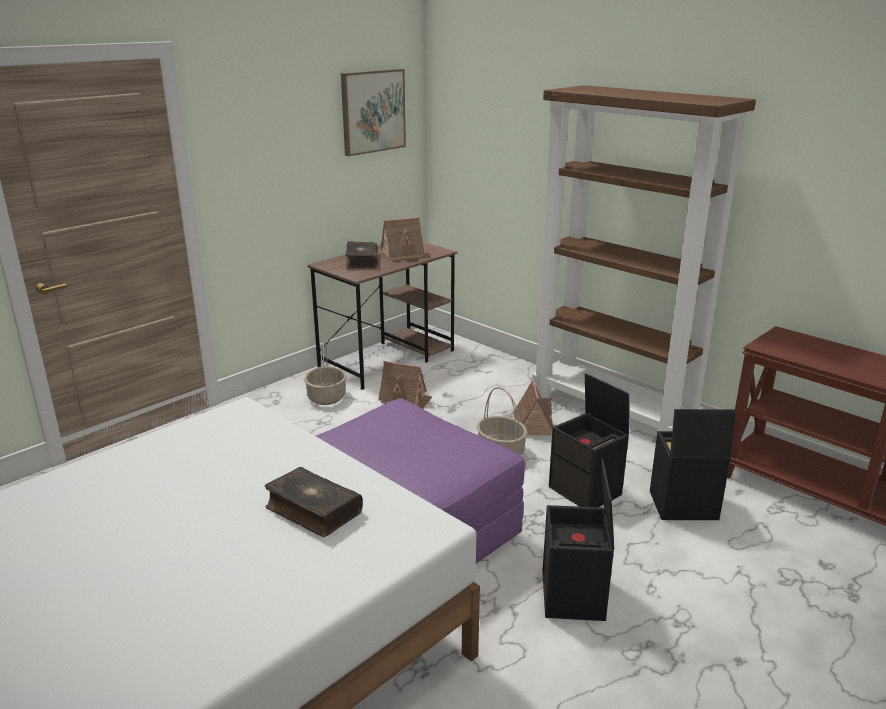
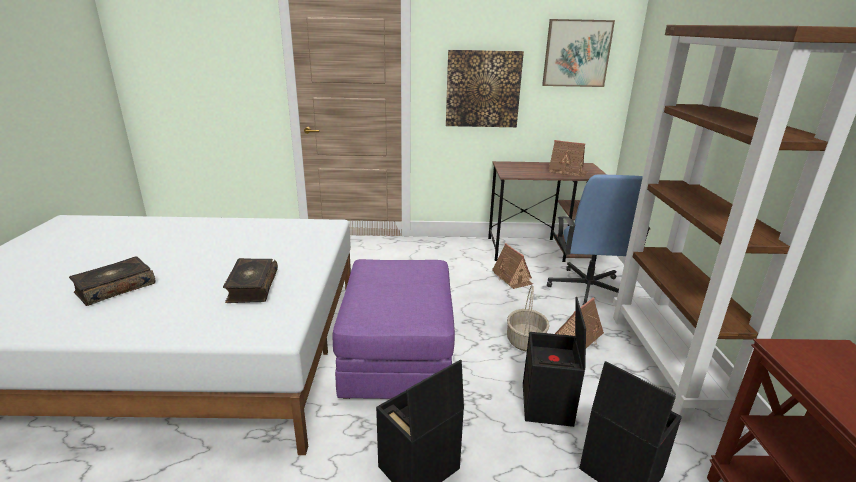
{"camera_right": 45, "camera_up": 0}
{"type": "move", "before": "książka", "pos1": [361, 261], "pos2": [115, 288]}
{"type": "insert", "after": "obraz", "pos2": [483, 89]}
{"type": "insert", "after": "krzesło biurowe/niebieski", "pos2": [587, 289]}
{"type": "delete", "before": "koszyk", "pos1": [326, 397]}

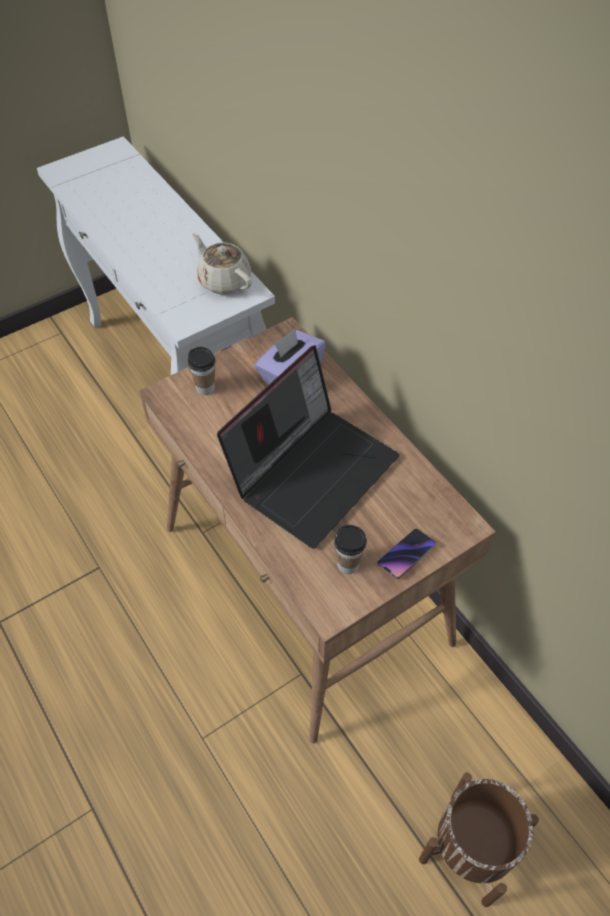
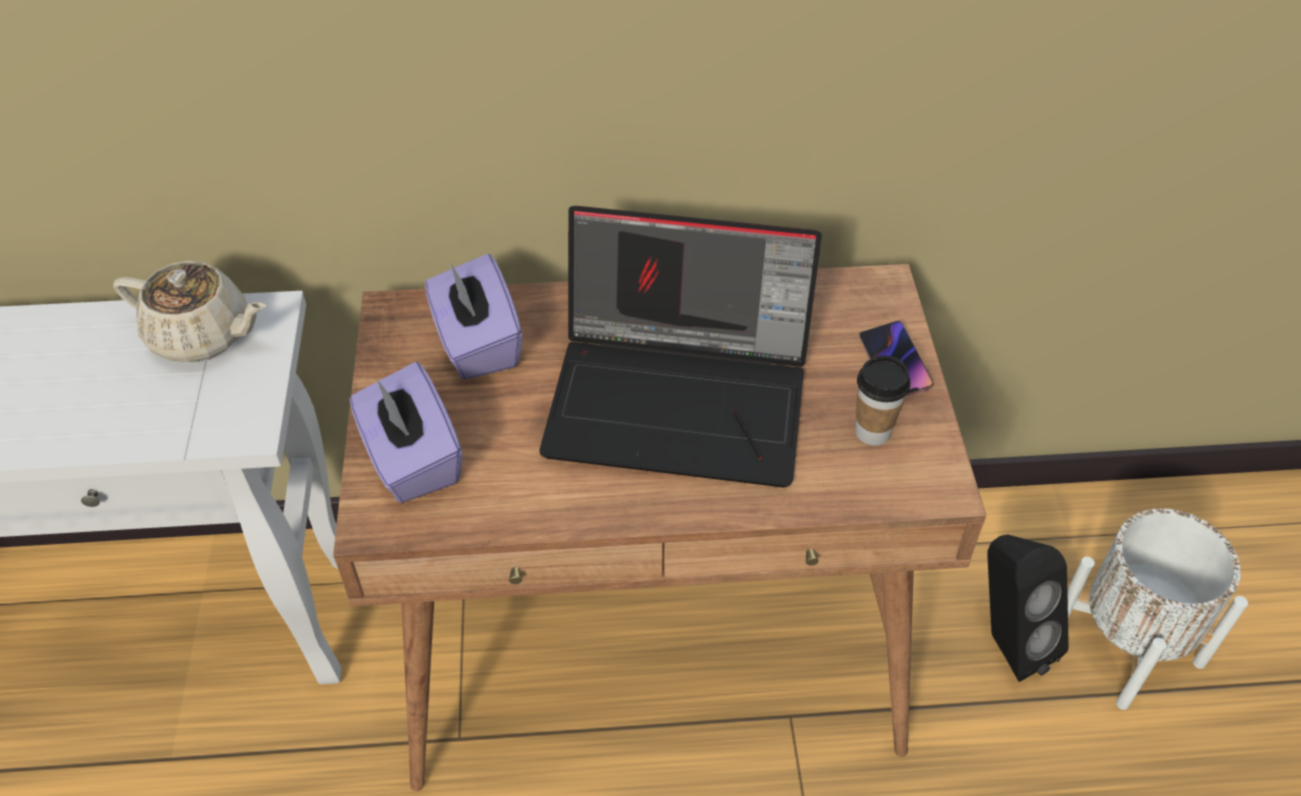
{"camera_right": -60, "camera_up": -5}
{"type": "rotate", "before": "imbryk/beżowy", "pos1": [224, 280], "pos2": [202, 335], "turn": -150}
{"type": "replace", "before": "filiżanka", "after": "pudełko chusteczek/fioletowy", "pos1": [205, 388], "pos2": [411, 459]}
{"type": "rotate", "before": "laptop", "pos1": [313, 470], "pos2": [682, 398], "turn": 120}
{"type": "insert", "after": "głośnik/czarny", "pos2": [1005, 641]}
{"type": "recolor", "before": "donica/brązowy", "after": "donica/biały", "pos1": [470, 848], "pos2": [1126, 643]}

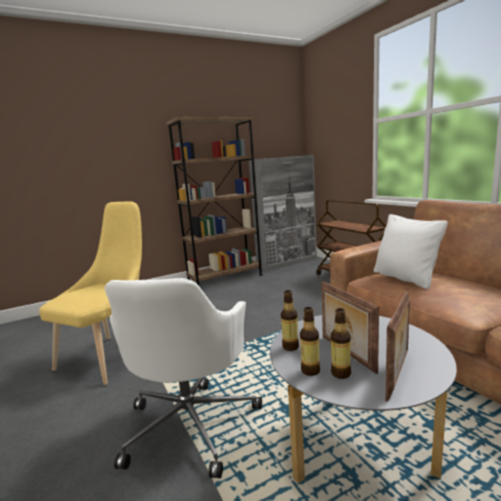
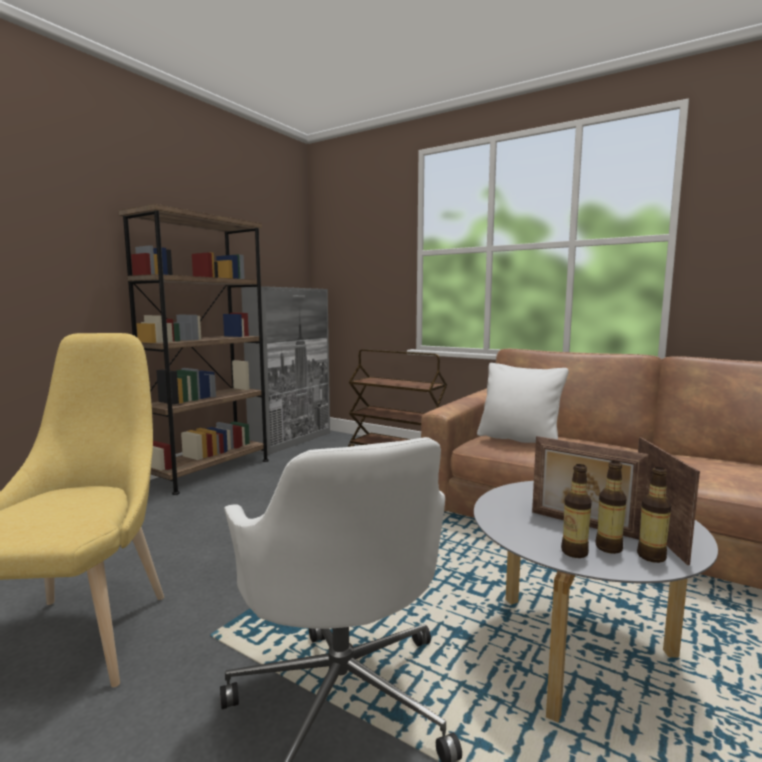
{"camera_right": -30, "camera_up": -5}
{"type": "move", "before": "butelka", "pos1": [290, 347], "pos2": [651, 556]}

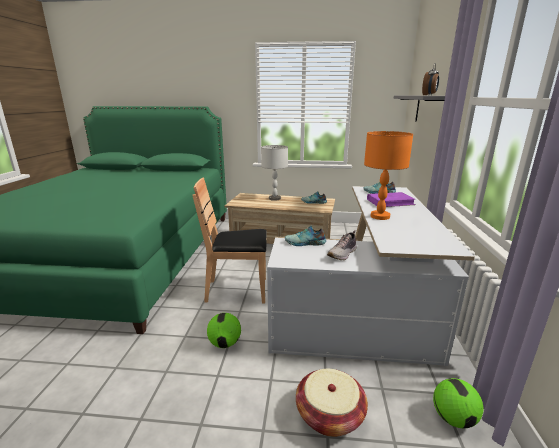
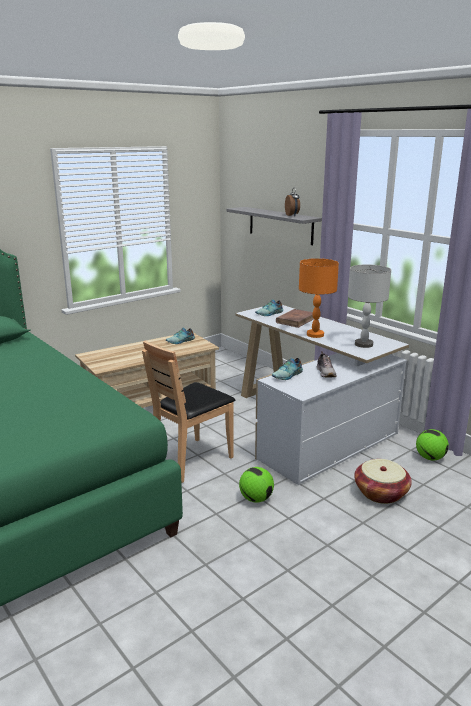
{"camera_right": -45, "camera_up": 0}
{"type": "recolor", "before": "książka/fioletowy", "after": "książka/brązowy", "pos1": [390, 202], "pos2": [296, 320]}
{"type": "move", "before": "lampa stołowa/szary", "pos1": [274, 198], "pos2": [363, 344]}

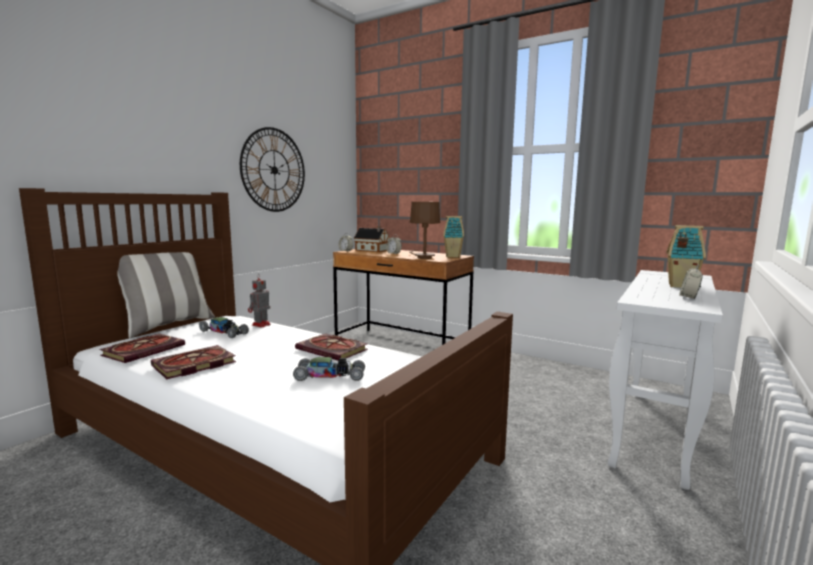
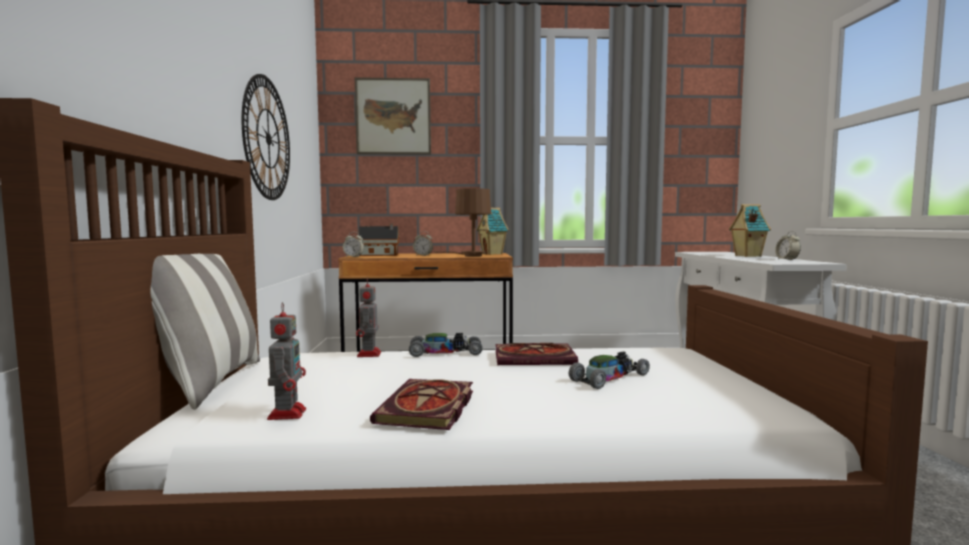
{"camera_right": -35, "camera_up": -5}
{"type": "replace", "before": "książka", "after": "robot zabawkowy", "pos1": [145, 350], "pos2": [287, 413]}
{"type": "insert", "after": "obraz", "pos2": [393, 116]}
{"type": "move", "before": "samochodzik", "pos1": [224, 332], "pos2": [445, 353]}

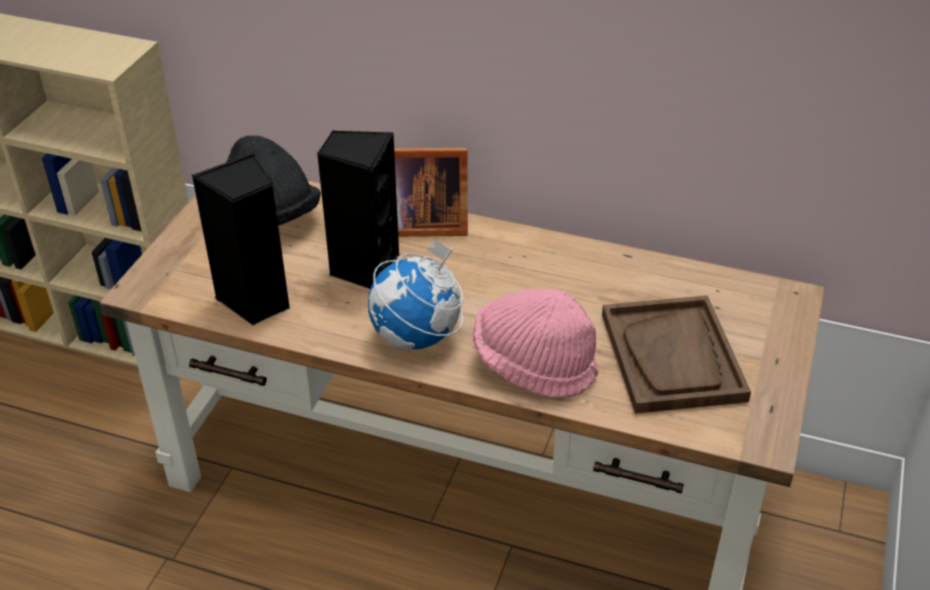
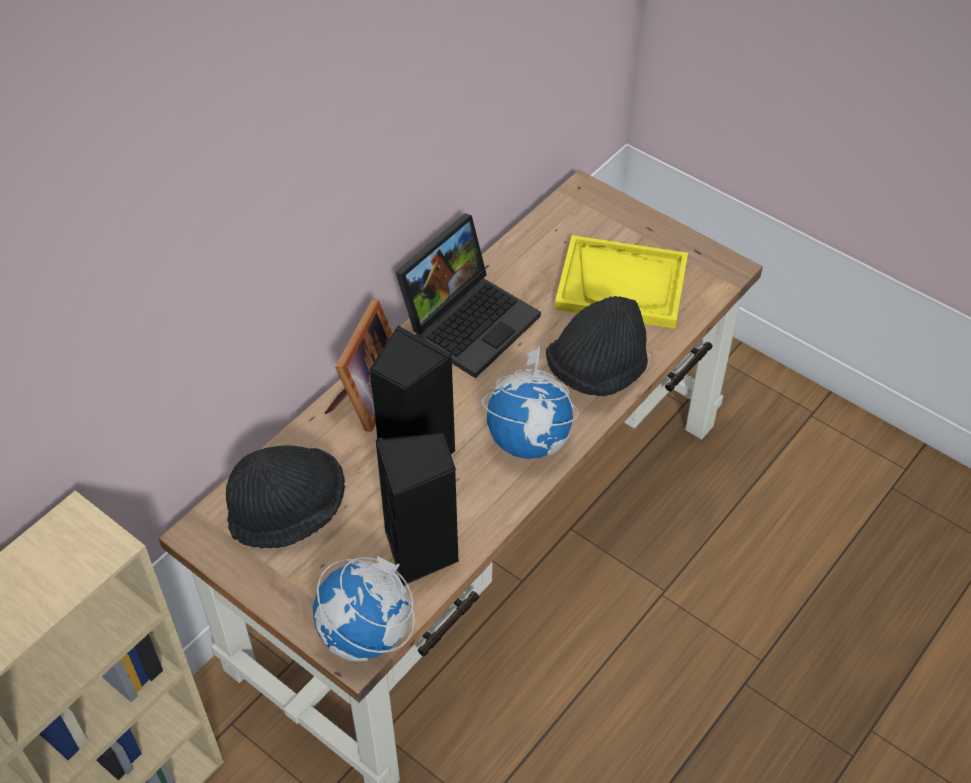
{"camera_right": -70, "camera_up": 10}
{"type": "insert", "after": "globus", "pos2": [367, 634]}
{"type": "insert", "after": "laptop", "pos2": [470, 320]}
{"type": "recolor", "before": "kapelusz/różowy", "after": "kapelusz/czarny", "pos1": [533, 365], "pos2": [596, 371]}
{"type": "recolor", "before": "taca/brązowy", "after": "taca/żółty", "pos1": [672, 357], "pos2": [622, 284]}

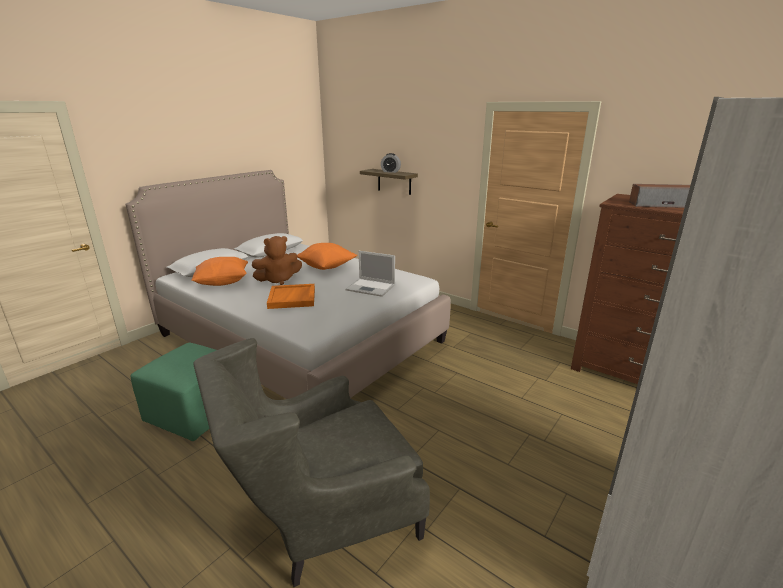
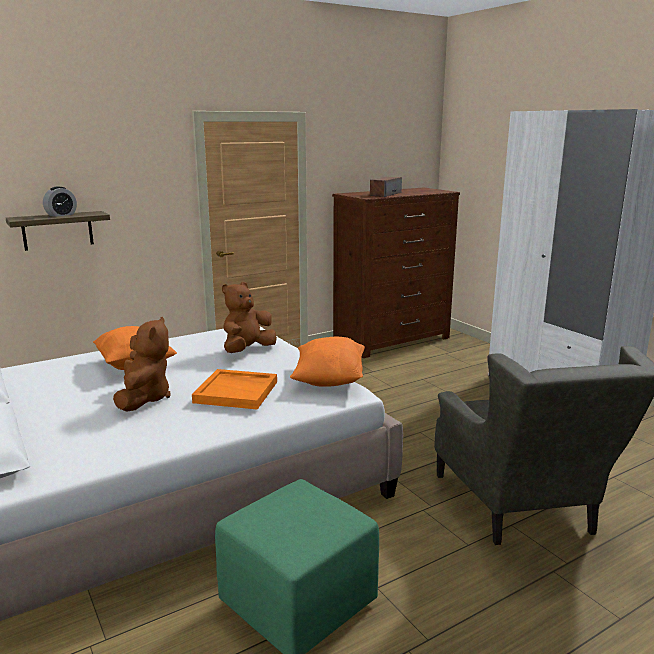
{"camera_right": -70, "camera_up": -5}
{"type": "replace", "before": "laptop", "after": "pluszak/brązowy", "pos1": [371, 288], "pos2": [247, 350]}
{"type": "move", "before": "poduszka/pomarańczowy", "pos1": [223, 282], "pos2": [329, 380]}

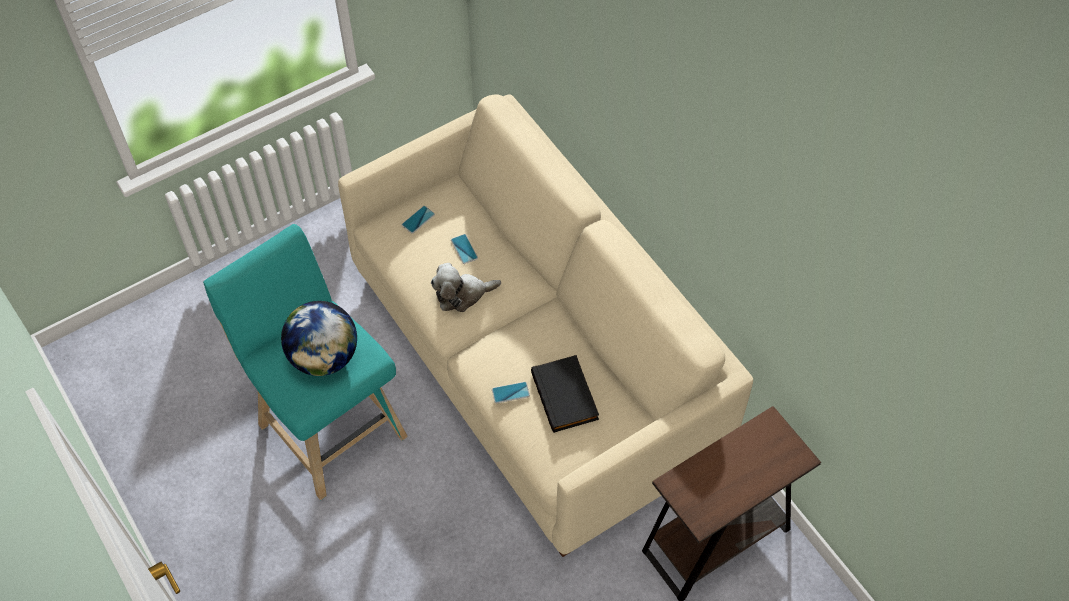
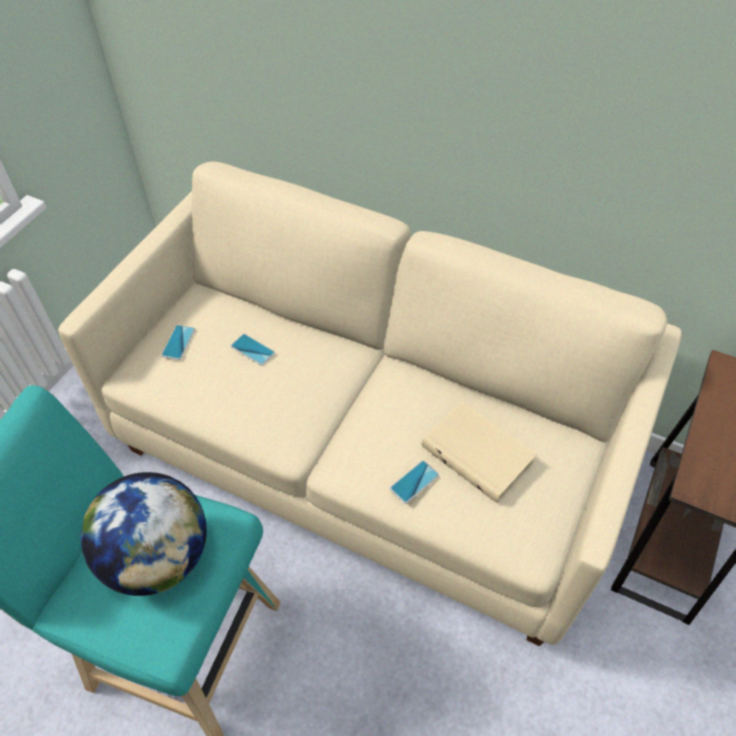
{"camera_right": -30, "camera_up": -5}
{"type": "recolor", "before": "książka/czarny", "after": "książka/beżowy", "pos1": [566, 396], "pos2": [479, 453]}
{"type": "delete", "before": "pluszak", "pos1": [462, 294]}

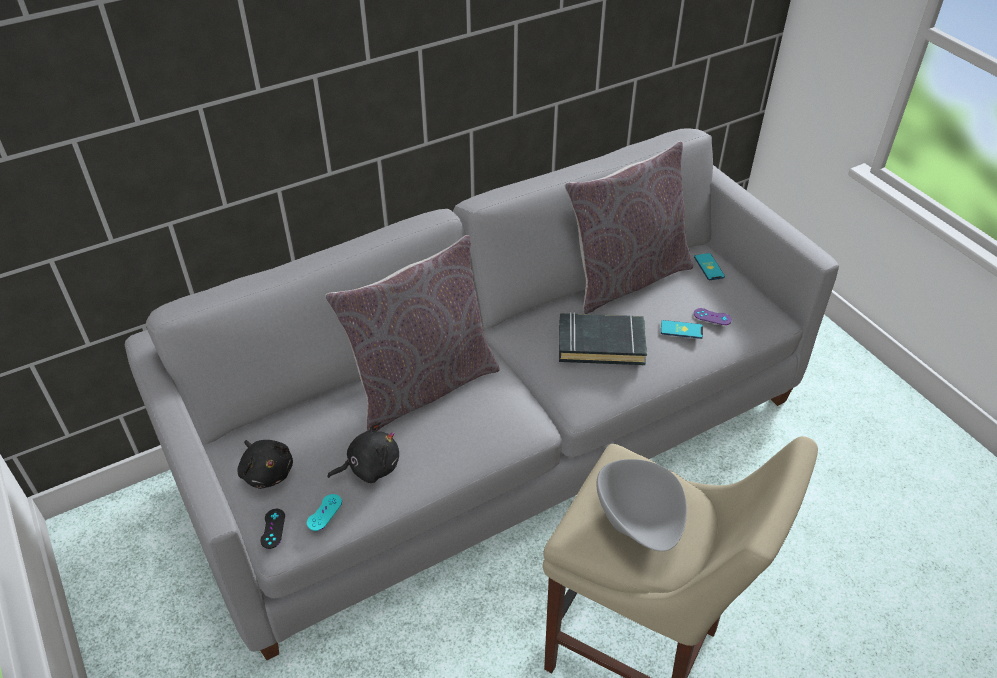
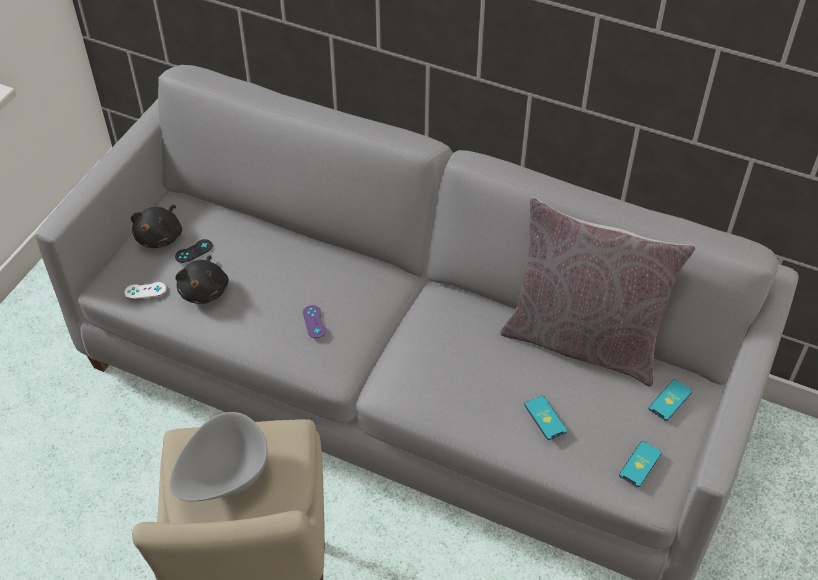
{"camera_right": 55, "camera_up": 5}
{"type": "recolor", "before": "pad do gier/turkusowy", "after": "pad do gier/biały", "pos1": [324, 512], "pos2": [145, 290]}
{"type": "move", "before": "pad do gier/czarny", "pos1": [273, 528], "pos2": [194, 251]}
{"type": "rotate", "before": "pluszak/czarny", "pos1": [370, 467], "pos2": [205, 290], "turn": 60}
{"type": "move", "before": "pad do gier/fioletowy", "pos1": [712, 317], "pos2": [314, 322]}
{"type": "insert", "after": "telefon", "pos2": [640, 464]}
{"type": "delete", "before": "poduszka/szary", "pos1": [422, 385]}
{"type": "delete", "before": "książka/czarny", "pos1": [601, 343]}

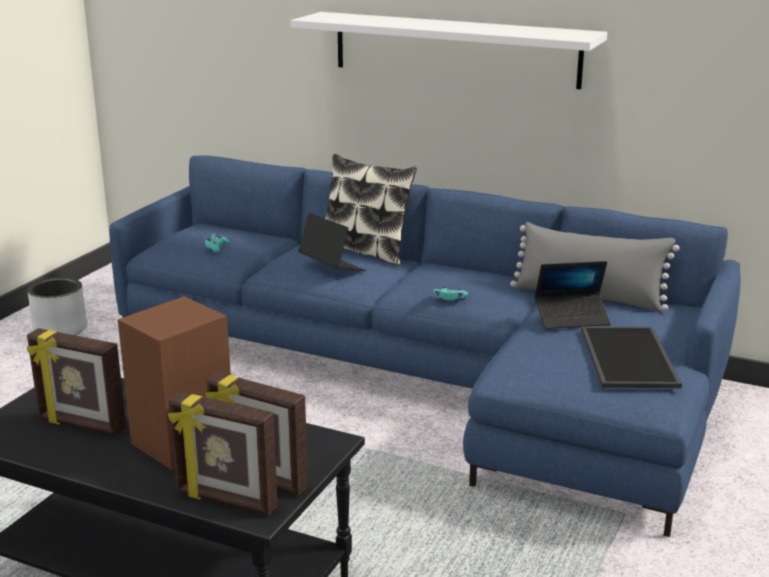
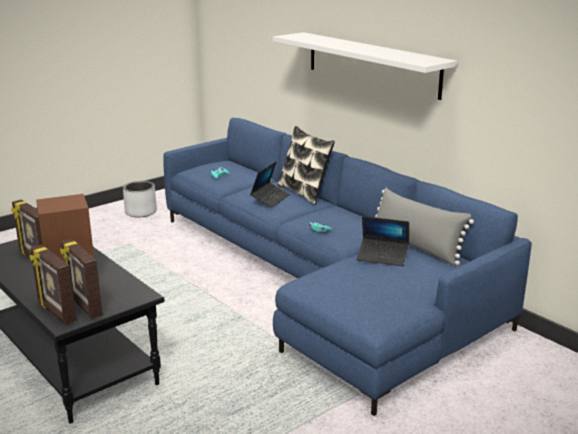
{"camera_right": 25, "camera_up": 0}
{"type": "rotate", "before": "laptop", "pos1": [331, 267], "pos2": [270, 199], "turn": 45}
{"type": "delete", "before": "taca", "pos1": [626, 357]}

